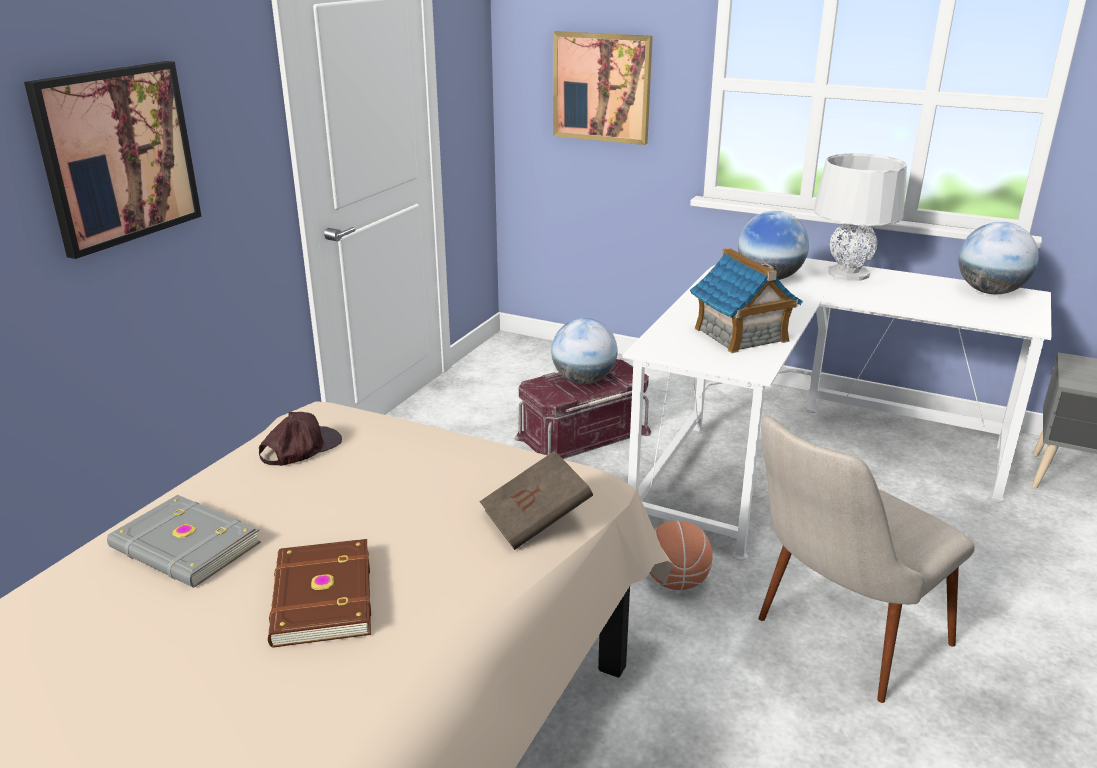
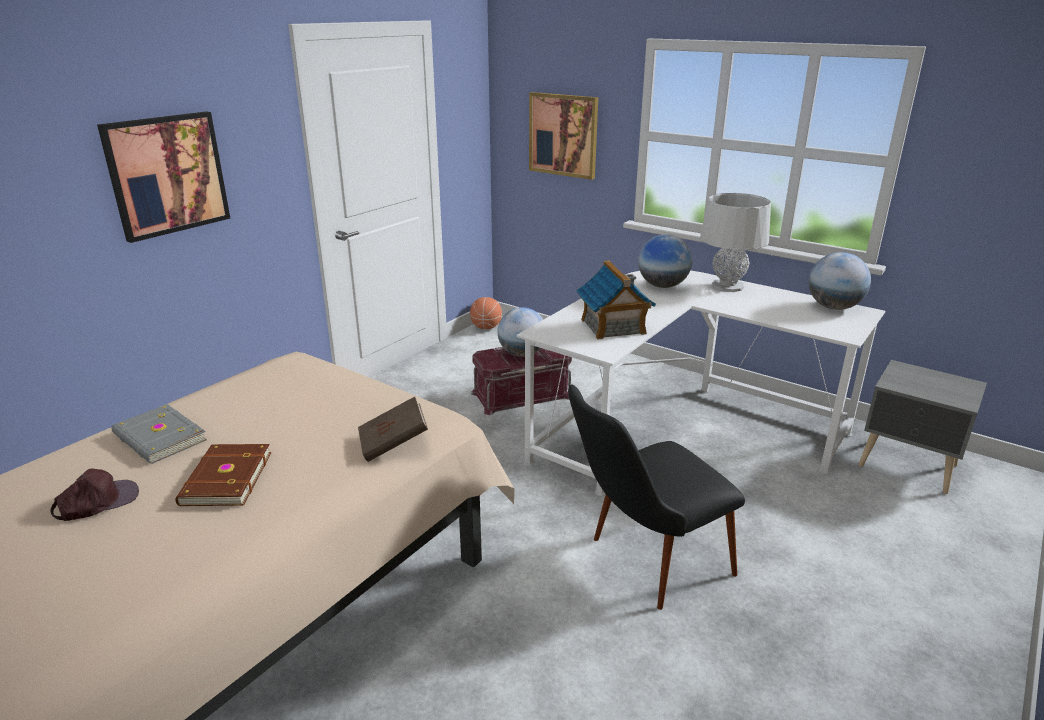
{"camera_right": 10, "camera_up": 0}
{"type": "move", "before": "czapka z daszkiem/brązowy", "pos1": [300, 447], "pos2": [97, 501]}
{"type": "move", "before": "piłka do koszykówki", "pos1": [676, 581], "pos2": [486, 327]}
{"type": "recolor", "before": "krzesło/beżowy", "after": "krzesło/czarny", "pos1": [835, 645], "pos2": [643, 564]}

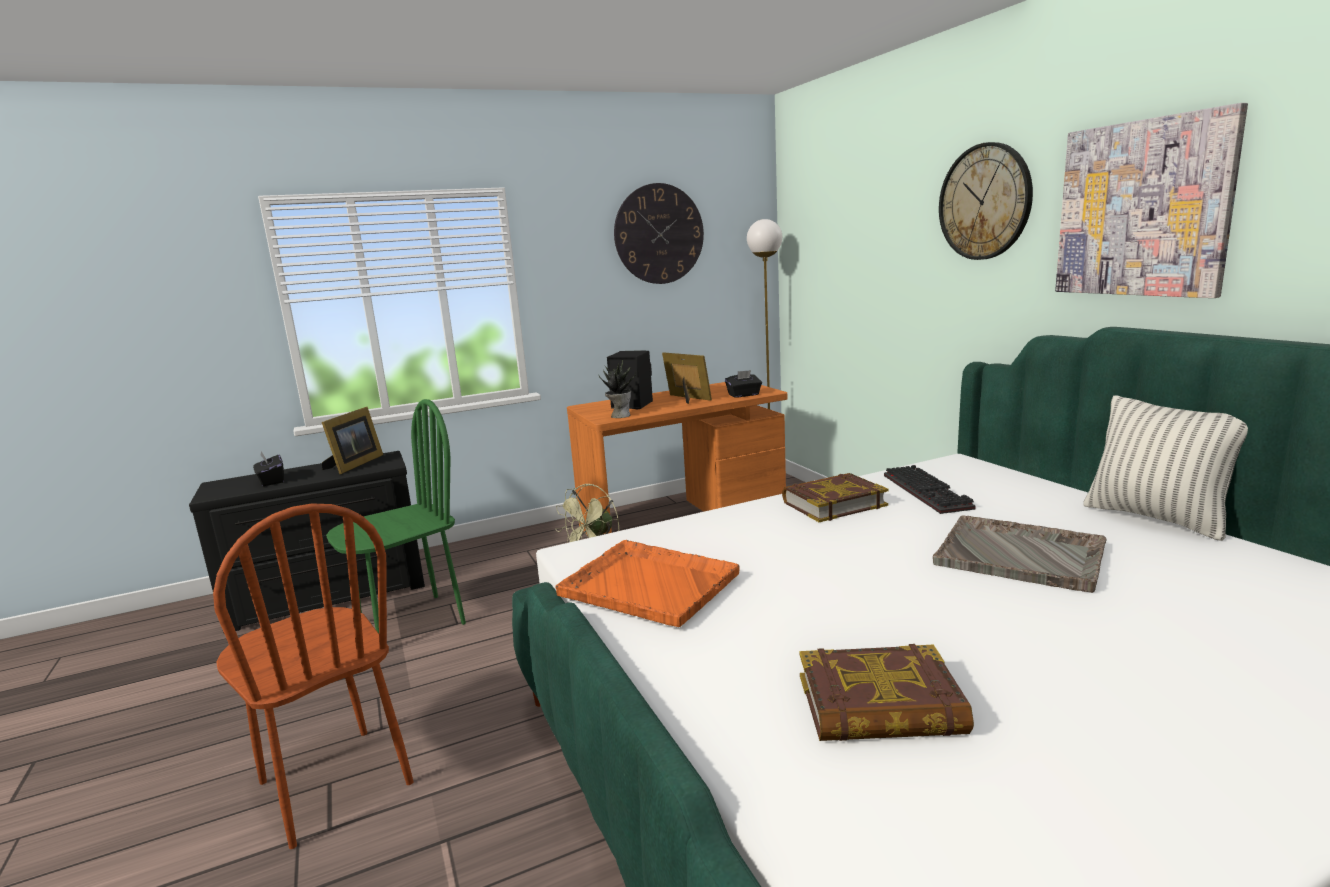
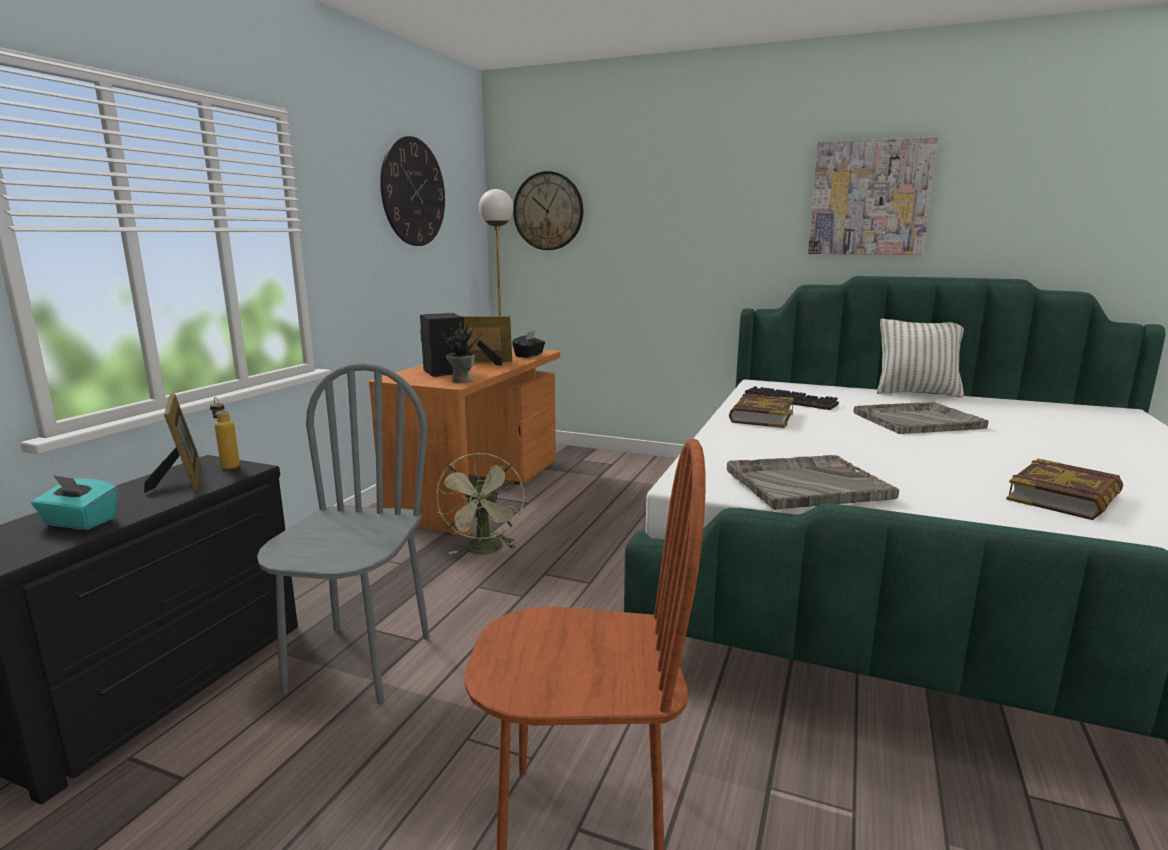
{"camera_right": -45, "camera_up": 0}
{"type": "recolor", "before": "pudełko chusteczek/czarny", "after": "pudełko chusteczek/turkusowy", "pos1": [271, 481], "pos2": [80, 522]}
{"type": "insert", "after": "butelka", "pos2": [228, 465]}
{"type": "recolor", "before": "krzesło/zielony", "after": "krzesło/szary", "pos1": [411, 623], "pos2": [358, 663]}
{"type": "move", "before": "zegar ścienny", "pos1": [984, 202], "pos2": [548, 211]}
{"type": "recolor", "before": "taca/pomarańczowy", "after": "taca/szary", "pos1": [647, 584], "pos2": [805, 484]}

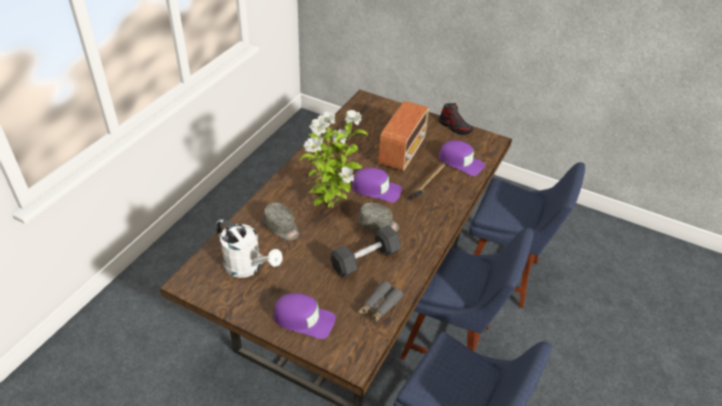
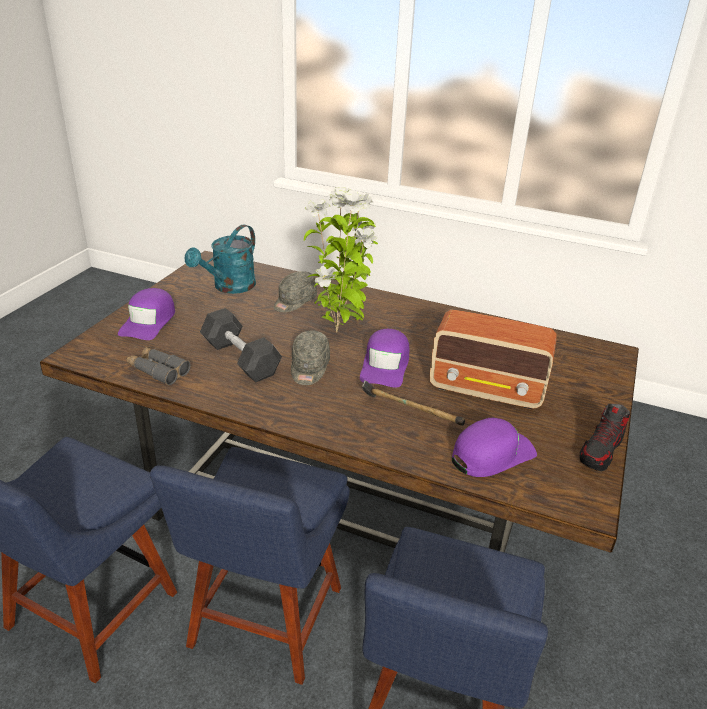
{"camera_right": 85, "camera_up": -10}
{"type": "recolor", "before": "konewka/biały", "after": "konewka/turkusowy", "pos1": [248, 267], "pos2": [229, 287]}
{"type": "rotate", "before": "czapka z daszkiem/fioletowy", "pos1": [460, 162], "pos2": [492, 454], "turn": -150}

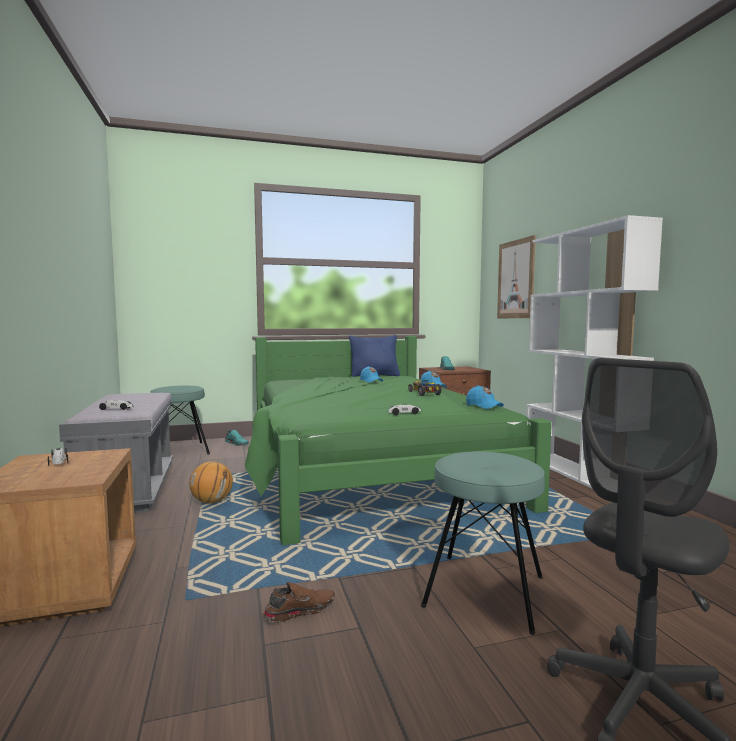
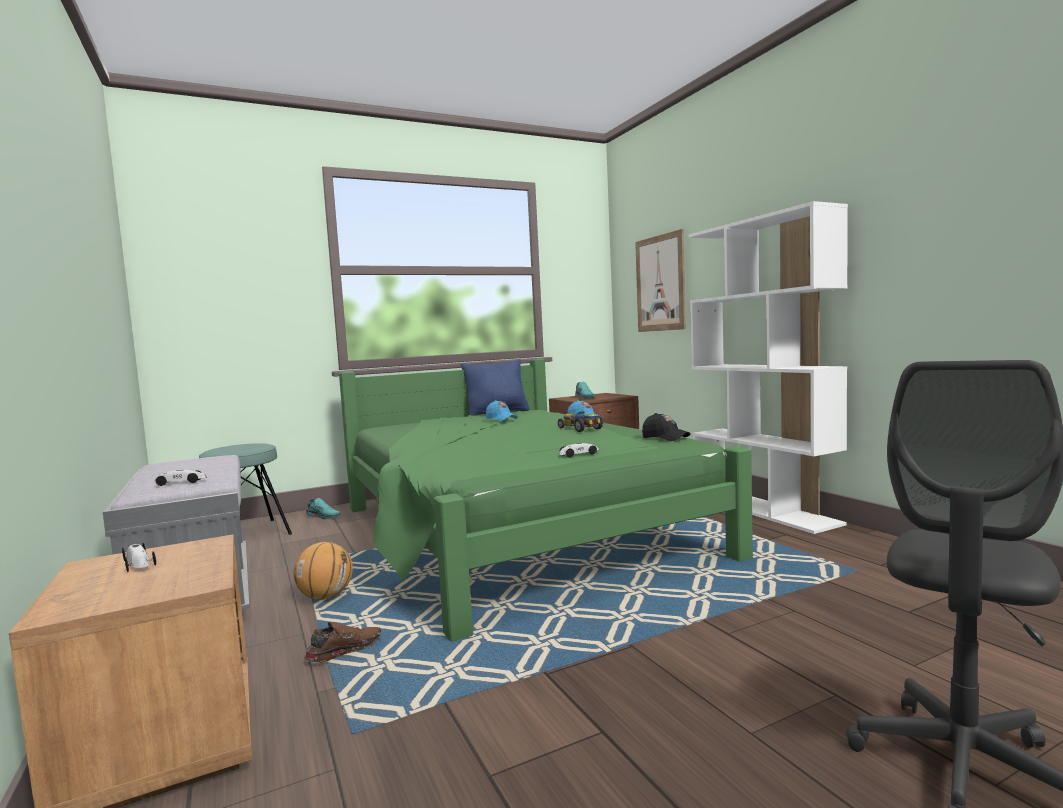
{"camera_right": -10, "camera_up": 0}
{"type": "move", "before": "but/brązowy", "pos1": [299, 610], "pos2": [344, 650]}
{"type": "recolor", "before": "czapka z daszkiem/niebieski", "after": "czapka z daszkiem/czarny", "pos1": [484, 406], "pos2": [665, 438]}
{"type": "delete", "before": "stołek/turkusowy", "pos1": [485, 591]}

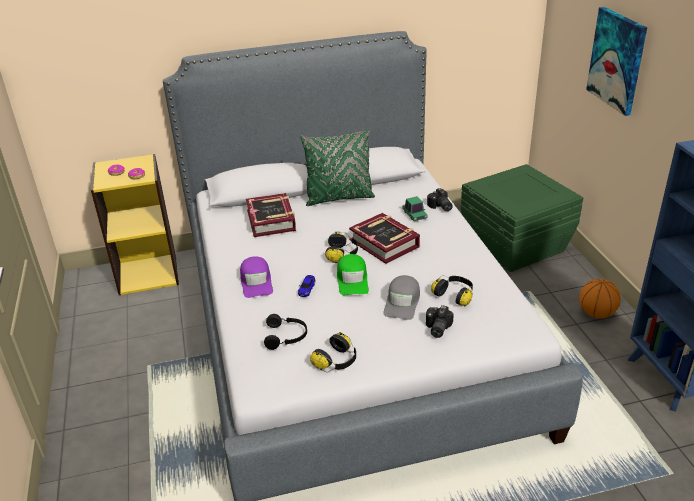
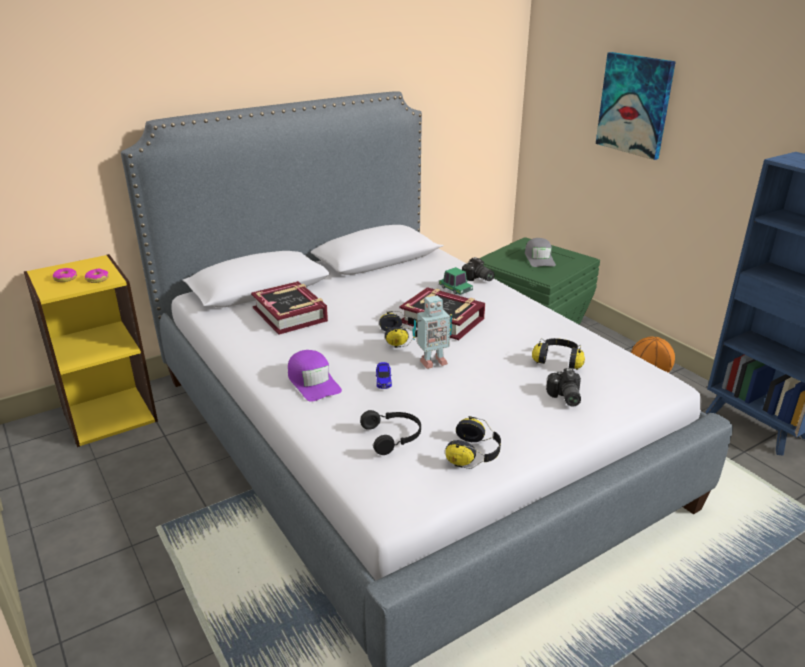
{"camera_right": -20, "camera_up": -5}
{"type": "replace", "before": "czapka z daszkiem/zielony", "after": "robot zabawkowy", "pos1": [352, 280], "pos2": [432, 362]}
{"type": "move", "before": "czapka z daszkiem/szary", "pos1": [402, 302], "pos2": [539, 258]}
{"type": "delete", "before": "poduszka/zielony", "pos1": [339, 198]}

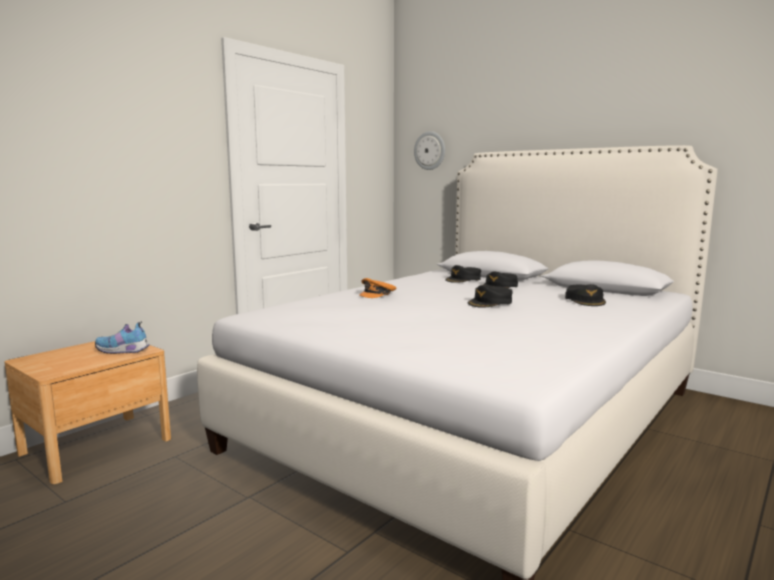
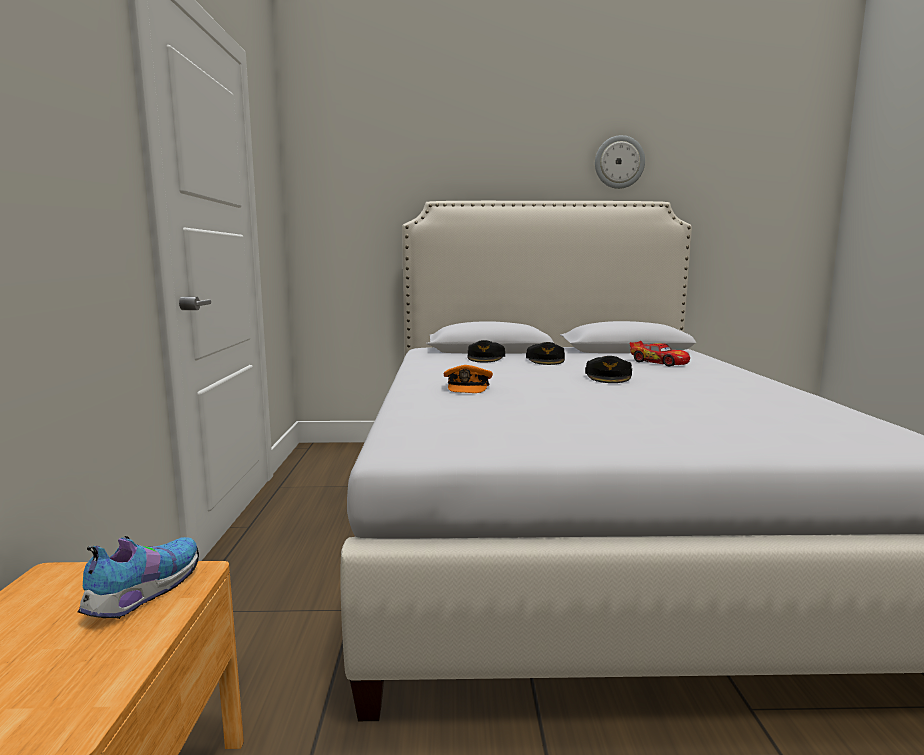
{"camera_right": -40, "camera_up": 0}
{"type": "rotate", "before": "but", "pos1": [123, 351], "pos2": [142, 594], "turn": 150}
{"type": "move", "before": "zegar ścienny", "pos1": [430, 150], "pos2": [619, 162]}
{"type": "replace", "before": "czapka z daszkiem/czarny", "after": "samochodzik", "pos1": [585, 300], "pos2": [659, 362]}

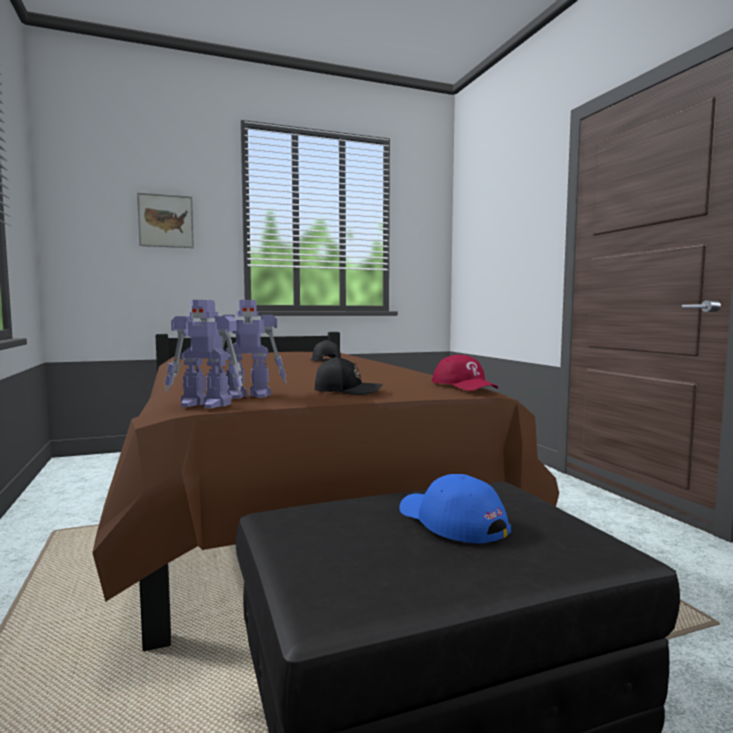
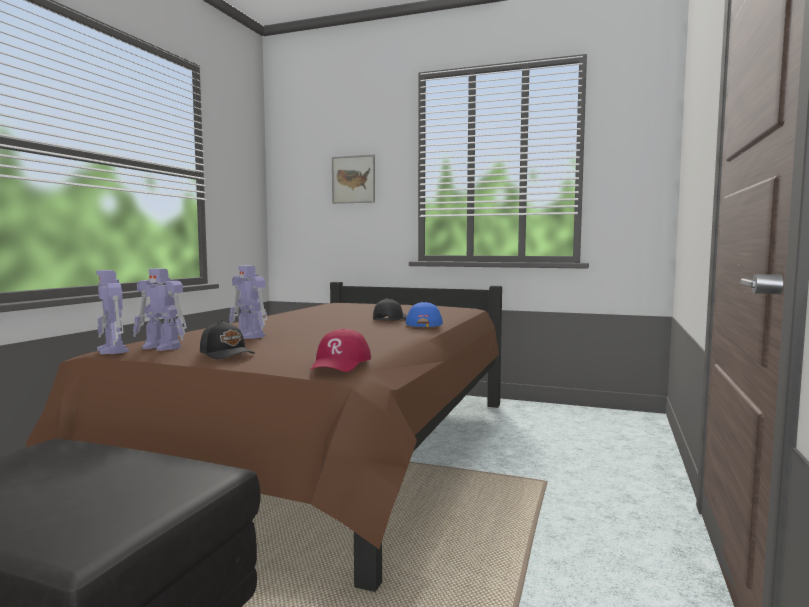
{"camera_right": 40, "camera_up": 0}
{"type": "insert", "after": "robot zabawkowy", "pos2": [250, 336]}
{"type": "move", "before": "czapka z daszkiem/niebieski", "pos1": [450, 521], "pos2": [424, 324]}

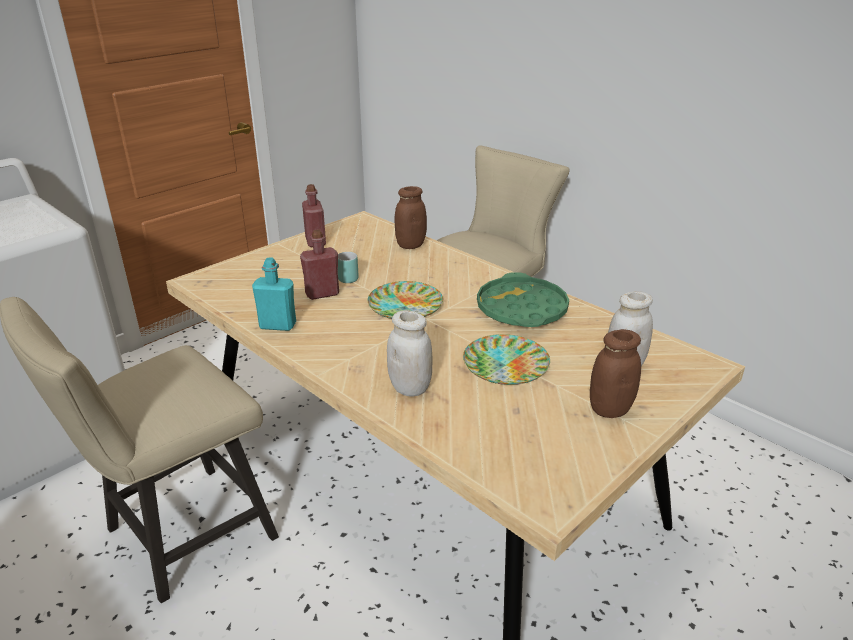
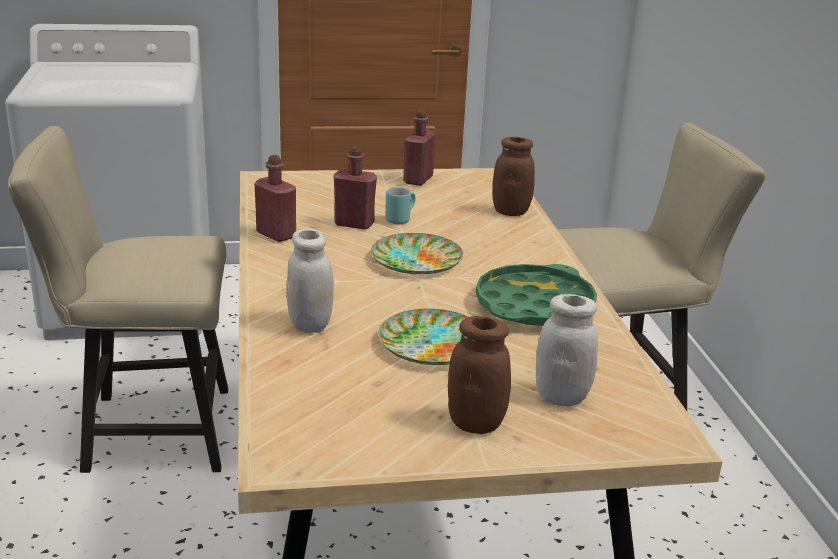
{"camera_right": 35, "camera_up": -5}
{"type": "recolor", "before": "butelka/turkusowy", "after": "butelka/czerwony", "pos1": [278, 325], "pos2": [276, 235]}

